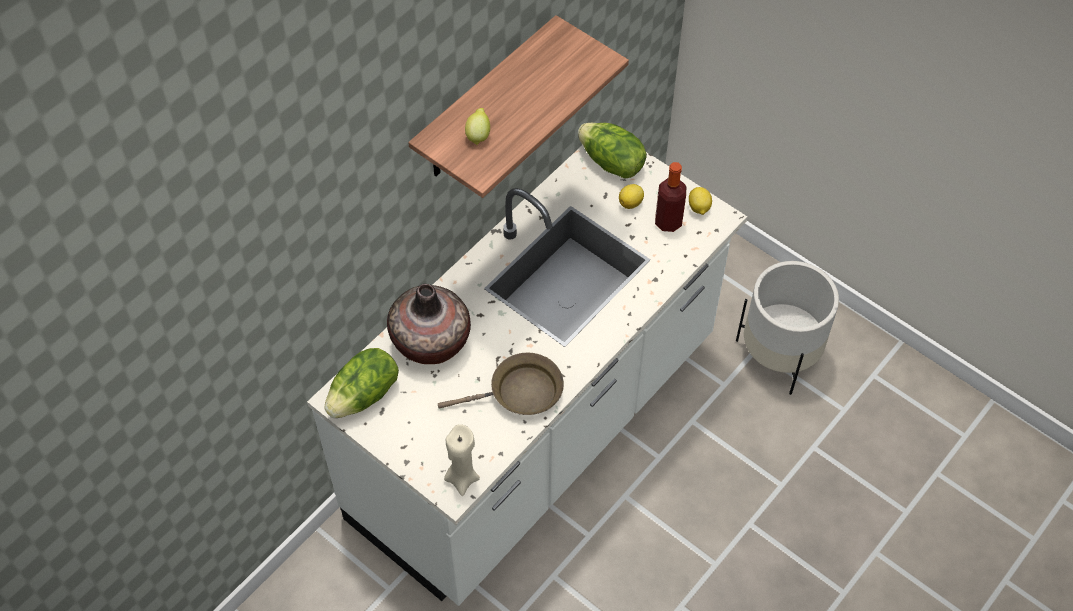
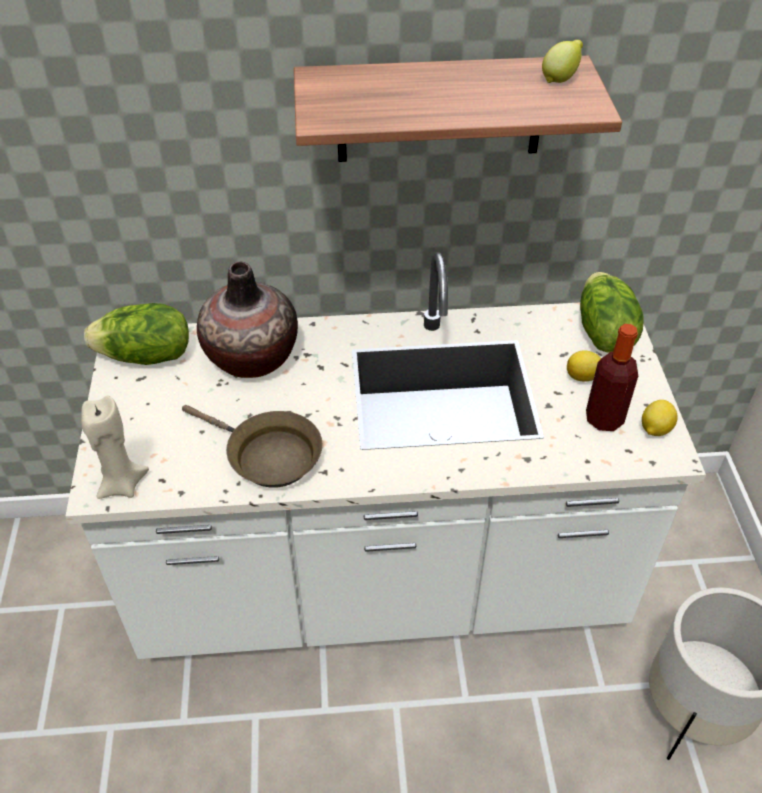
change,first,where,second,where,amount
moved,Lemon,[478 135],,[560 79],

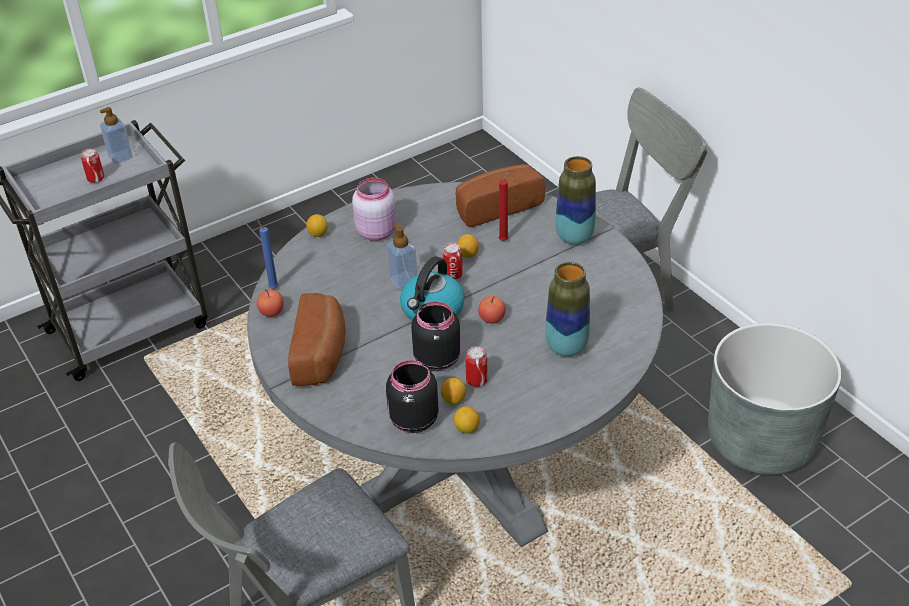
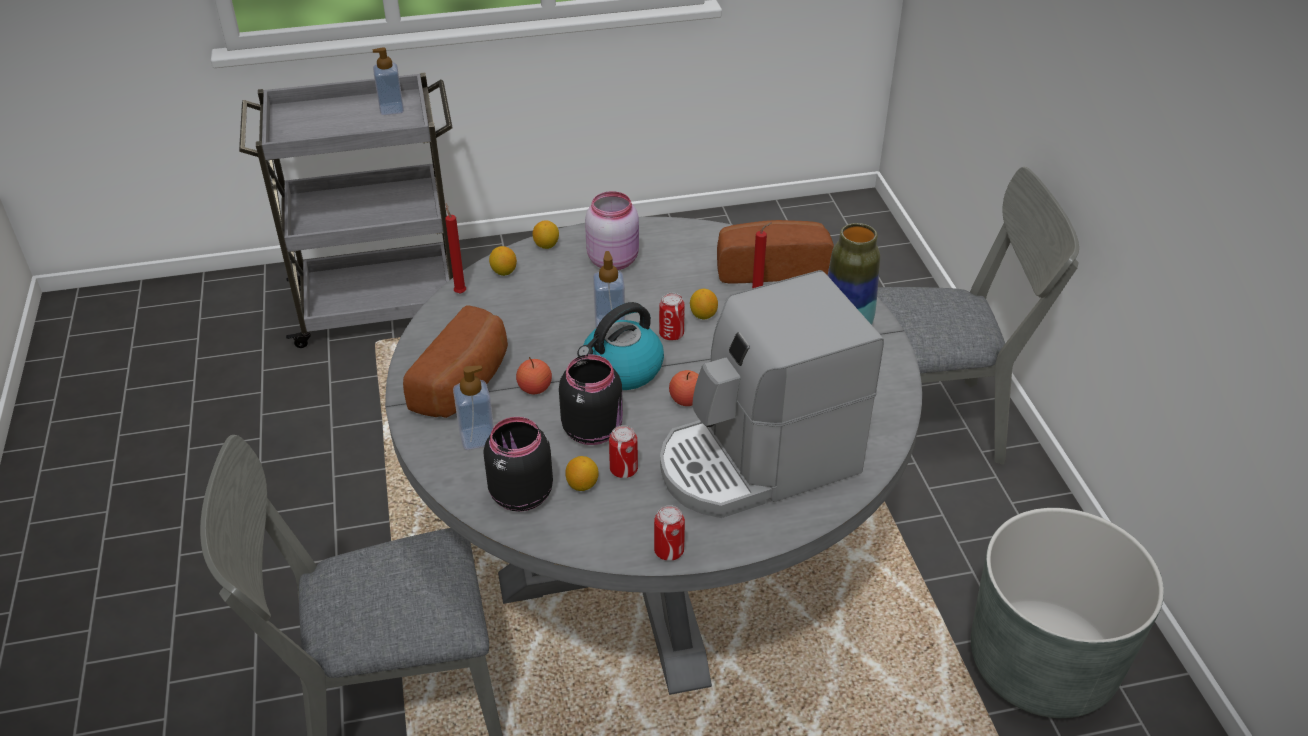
change,first,where,second,where,amount
added,,,LiquidSoapBottle,[477 437],
moved,Can,[96 179],,[669 551],
moved,AppleFruit,[271 312],,[535 388],
moved,Lemon,[466 429],,[504 272],
replaced,FlowerVase,[566 347],CoffeeMachine,[757 462],
recoloured,BlueWaxLight,[272 287],RedWaxLight,[460 292],

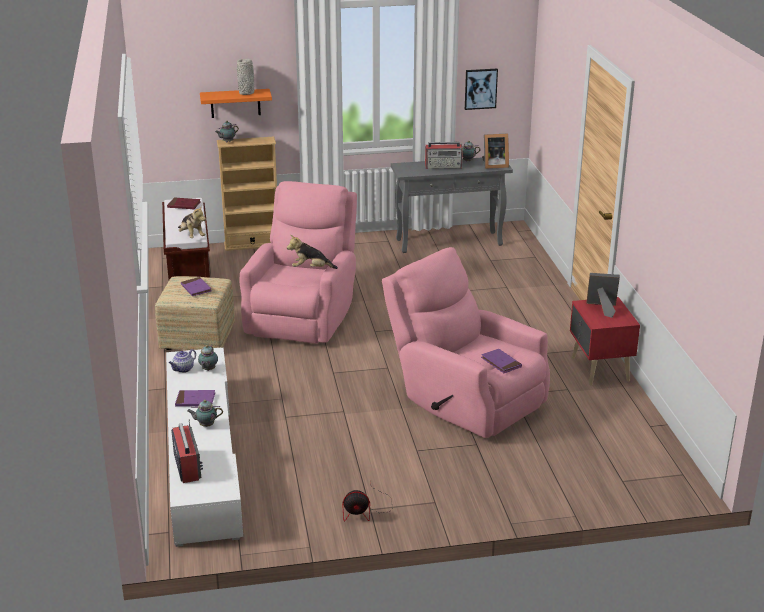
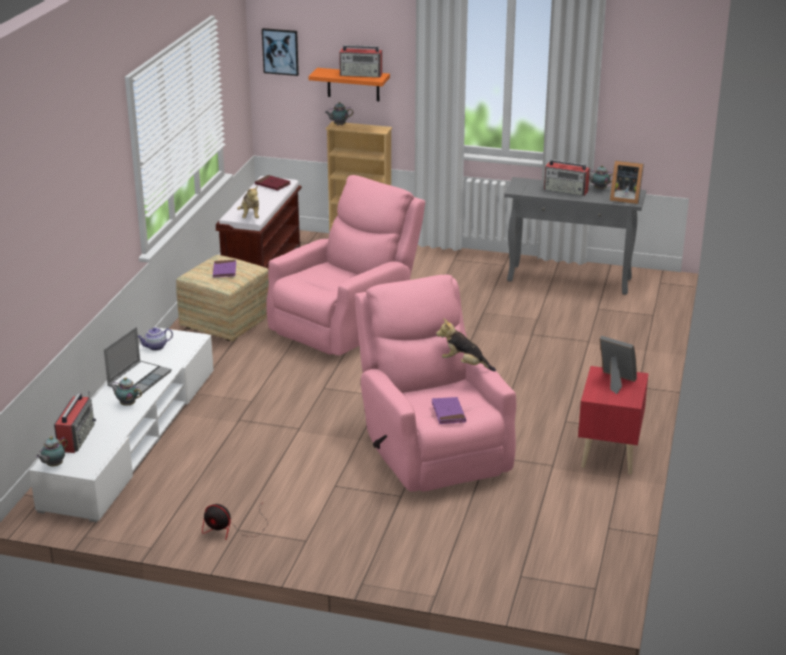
change,first,where,second,where,amount
moved,TeaPot,[208 369],,[53 465],
moved,CuddlyToy,[311 269],,[464 364],
moved,WallArt,[480 88],,[280 51],
replaced,PurplishBoundBook,[195 400],PortableComputer,[139 379],
replaced,GreyishFlowerVase,[246 93],RadioSet,[361 74],

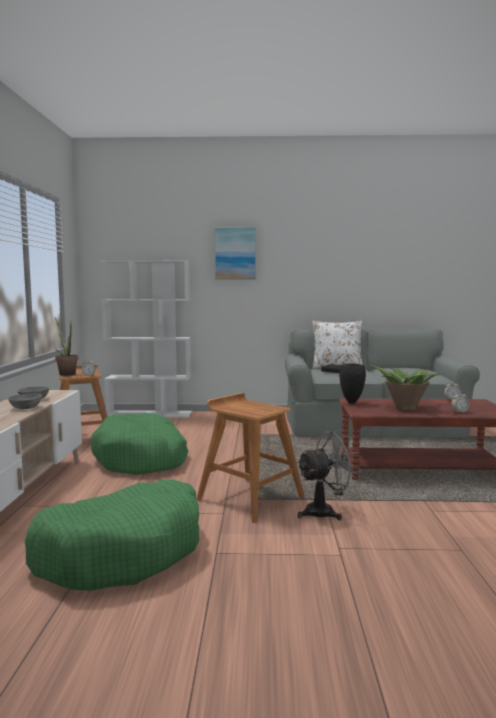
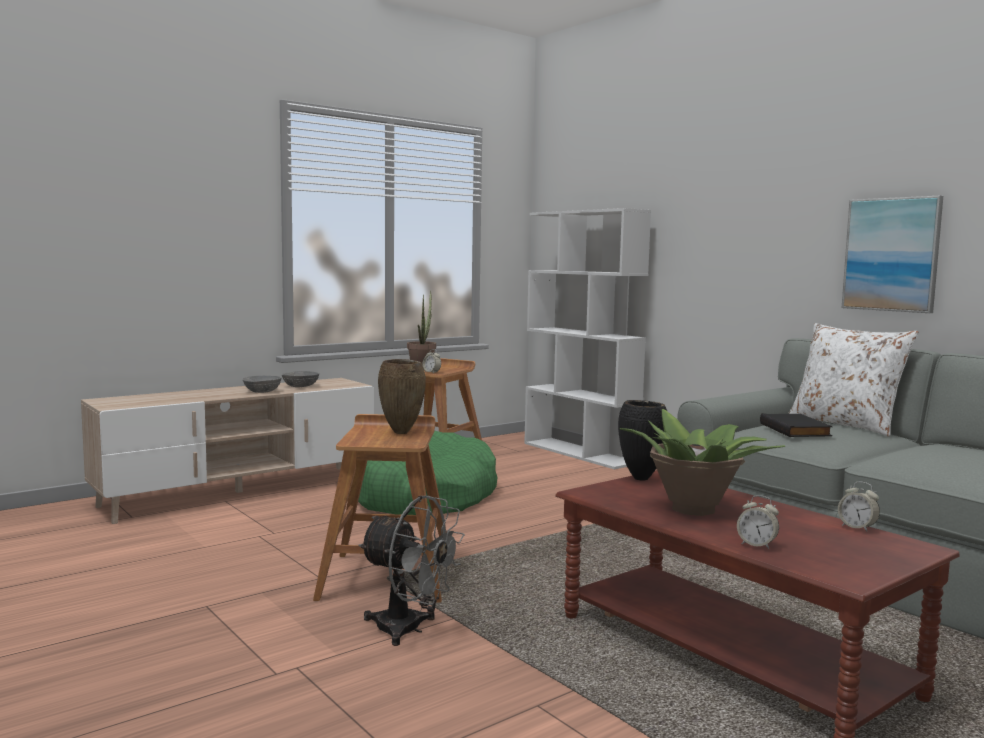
change,first,where,second,where,amount
removed,GreenishDogCushion,[122 551],,,
added,,,BrownColouredFlowerVase,[402 433],
moved,WallArt,[235 253],,[891 254],

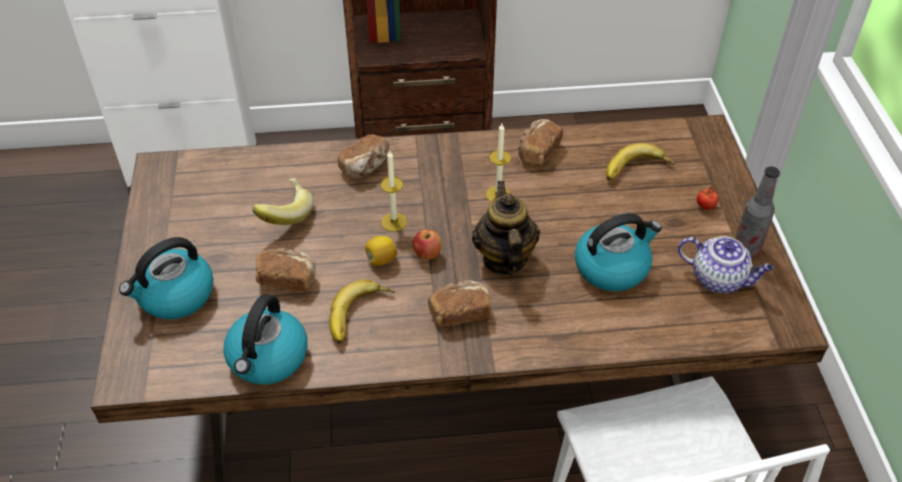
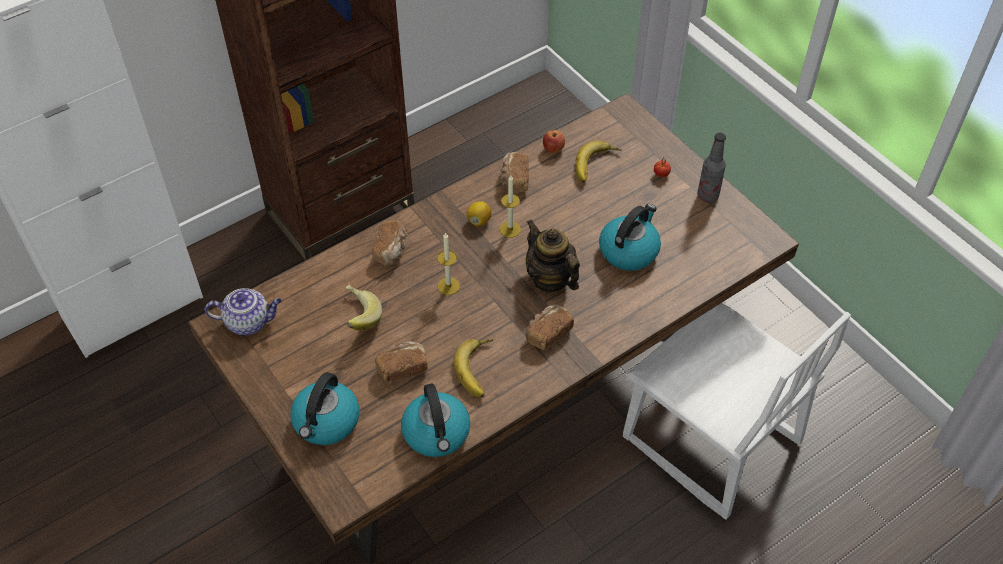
change,first,where,second,where,amount
moved,Lemon,[381 260],,[479 220],
moved,AppleFruit,[427 254],,[553 149],
moved,TeaPot,[719 279],,[249 322],

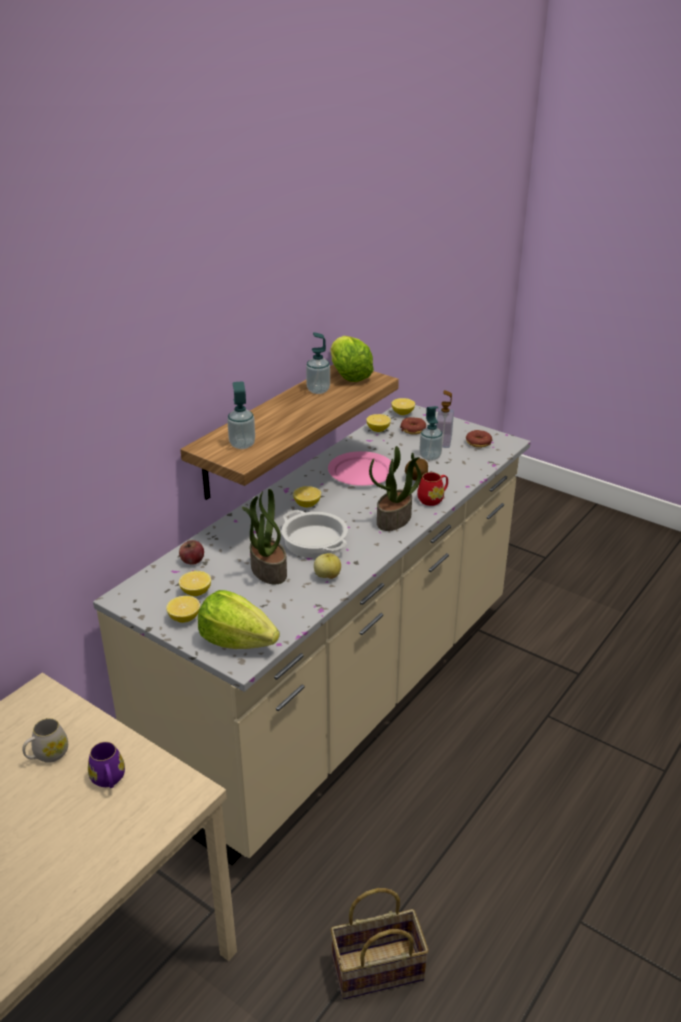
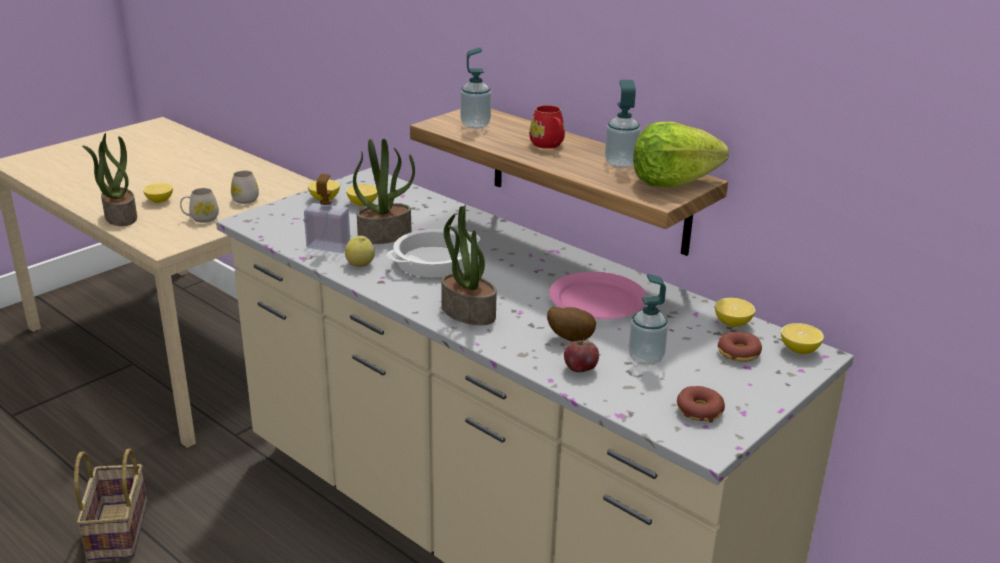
change,first,where,second,where,amount
removed,Lettuce,[237 641],,,
added,,,PottedPlant,[120 217],
moved,AppleFruit,[192 561],,[580 369],
moved,Lemon,[307 504],,[159 201],
moved,RedTeaMug,[433 499],,[549 145],
moved,LiquidSoapBottle,[443 441],,[328 246],
recoloured,PurplishTeaMug,[109 780],WhitishTeaMug,[201 219],

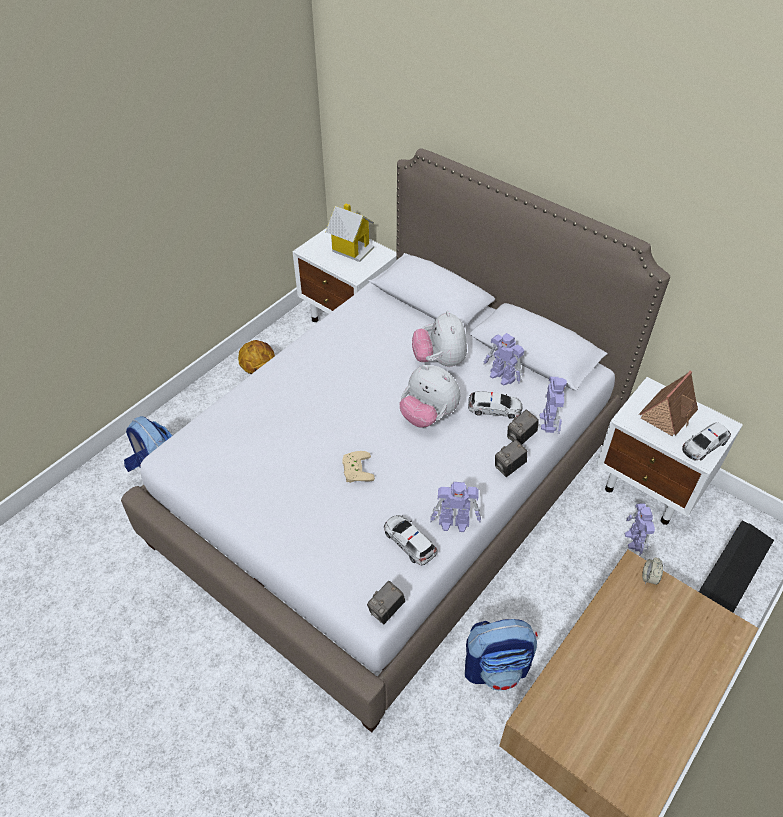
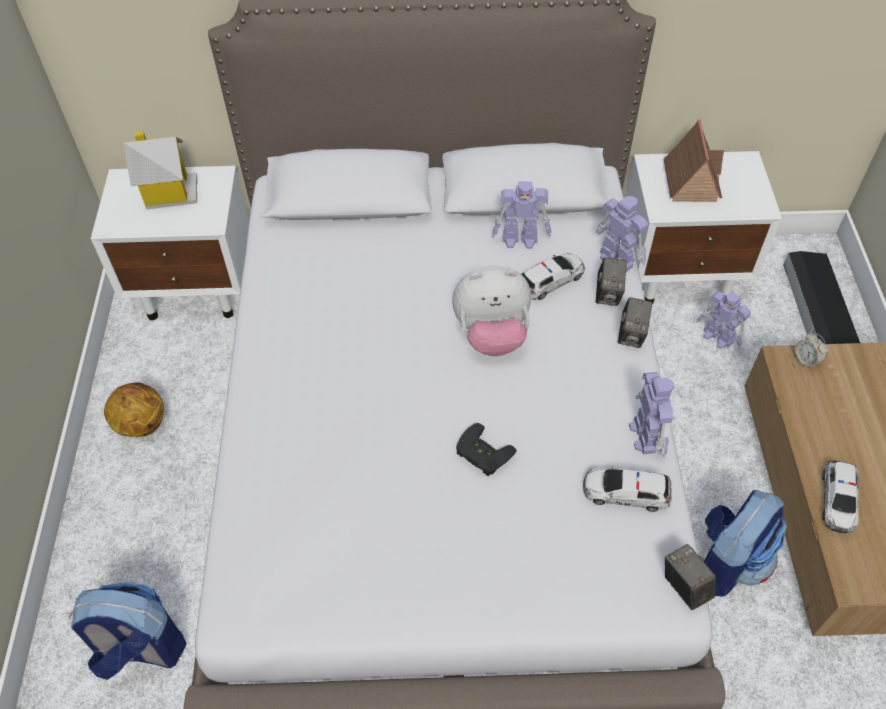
change,first,where,second,where,amount
removed,CuddlyToy,[439 360],,,
moved,MiniatureCar,[704 445],,[838 500],
recoloured,BeigeJoypad,[355 469],BlackishJoypad,[481 454],
turned,PhotoCamera,[386 610],,[684 586],150 degrees clockwise
turned,ModelRobot,[455 523],,[645 434],60 degrees counterclockwise

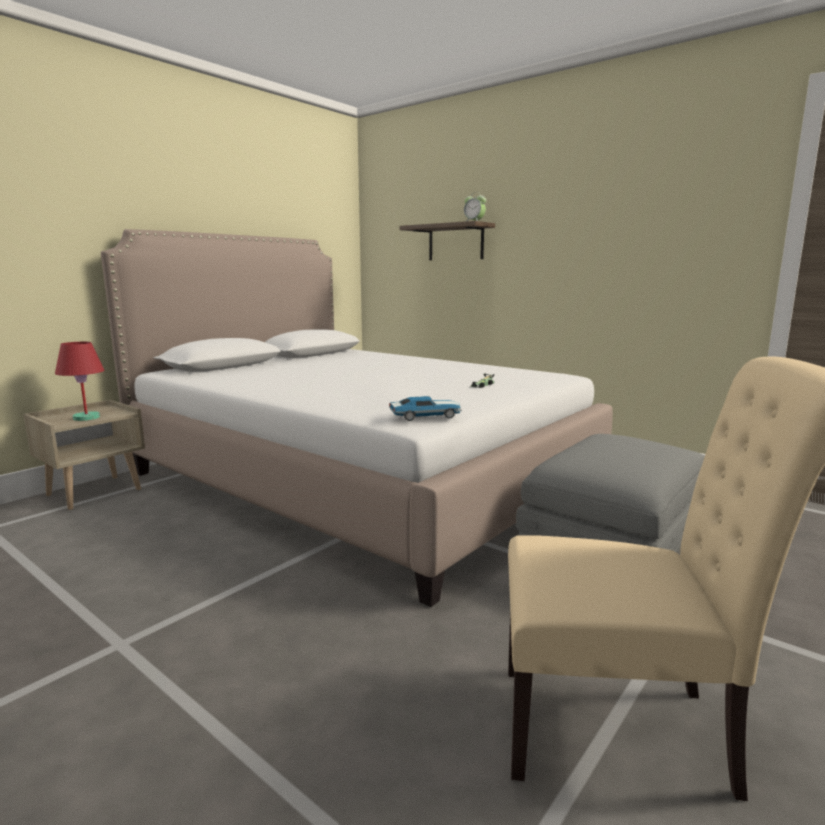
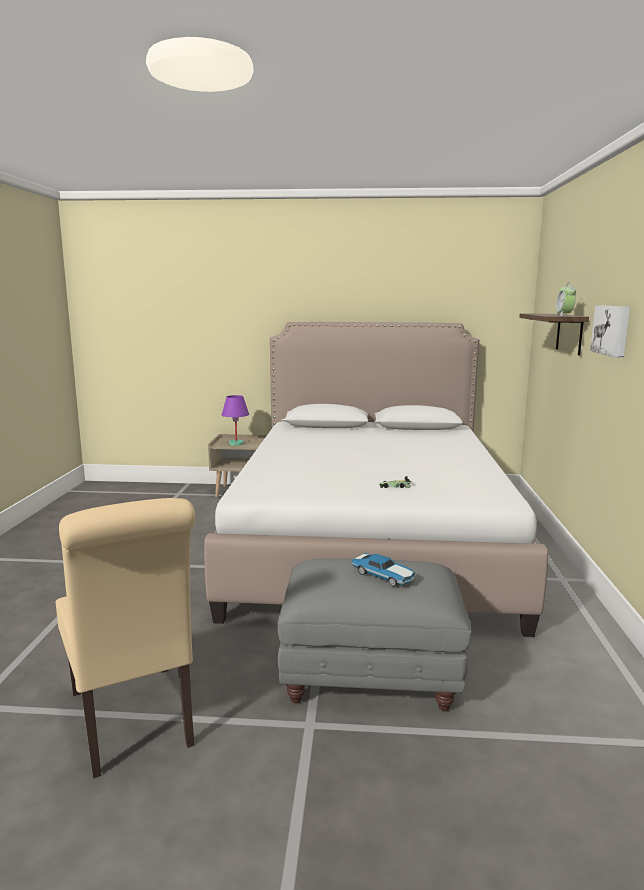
change,first,where,second,where,amount
added,,,WallArt,[612 330],
moved,MiniatureCar,[426 416],,[384 576],
recoloured,RedTableLamp,[86 418],PurplishTableLamp,[236 444],

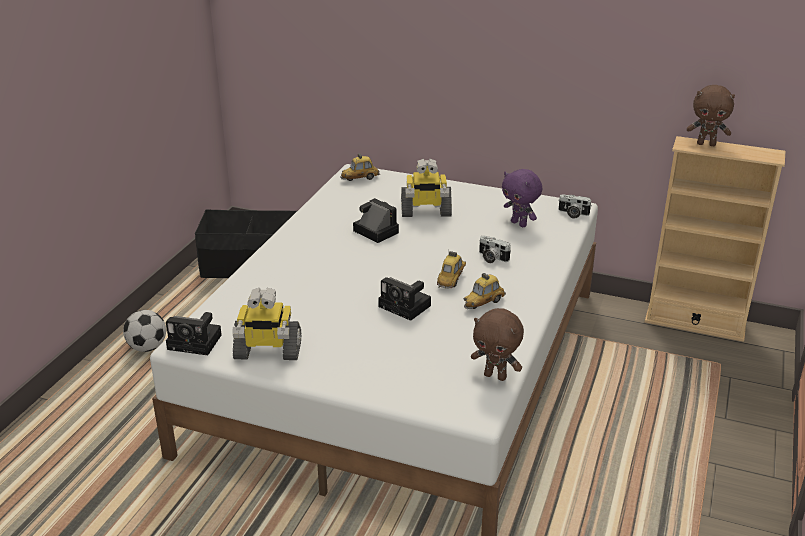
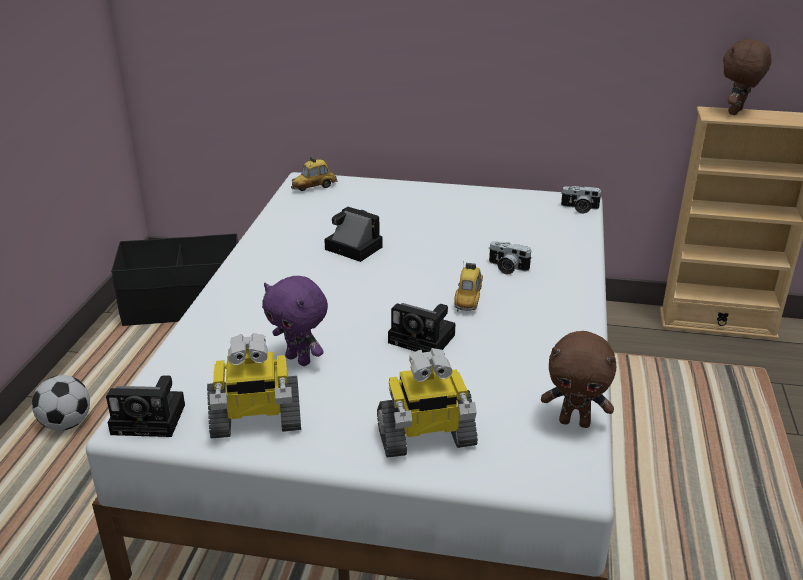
change,first,where,second,where,amount
removed,MiniatureCar,[483 303],,,
moved,ModelRobot,[425 211],,[426 438],
moved,PurplishCuddlyToy,[519 224],,[299 359],
turned,BrownColouredCuddlyToy,[706 144],,[736 112],120 degrees clockwise

